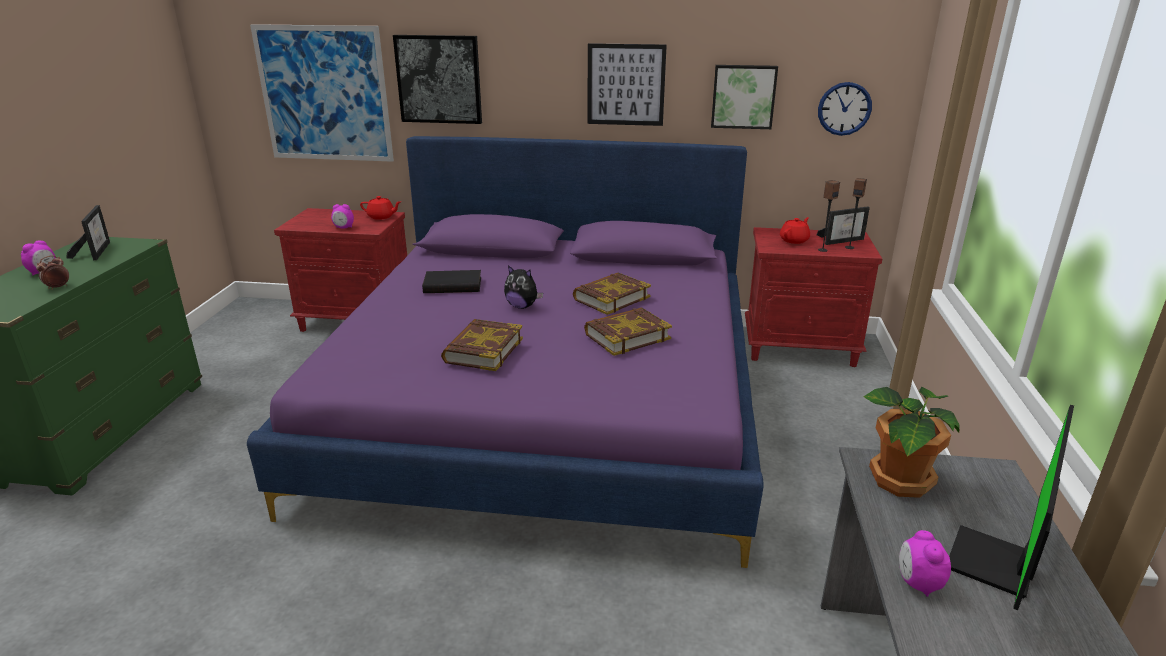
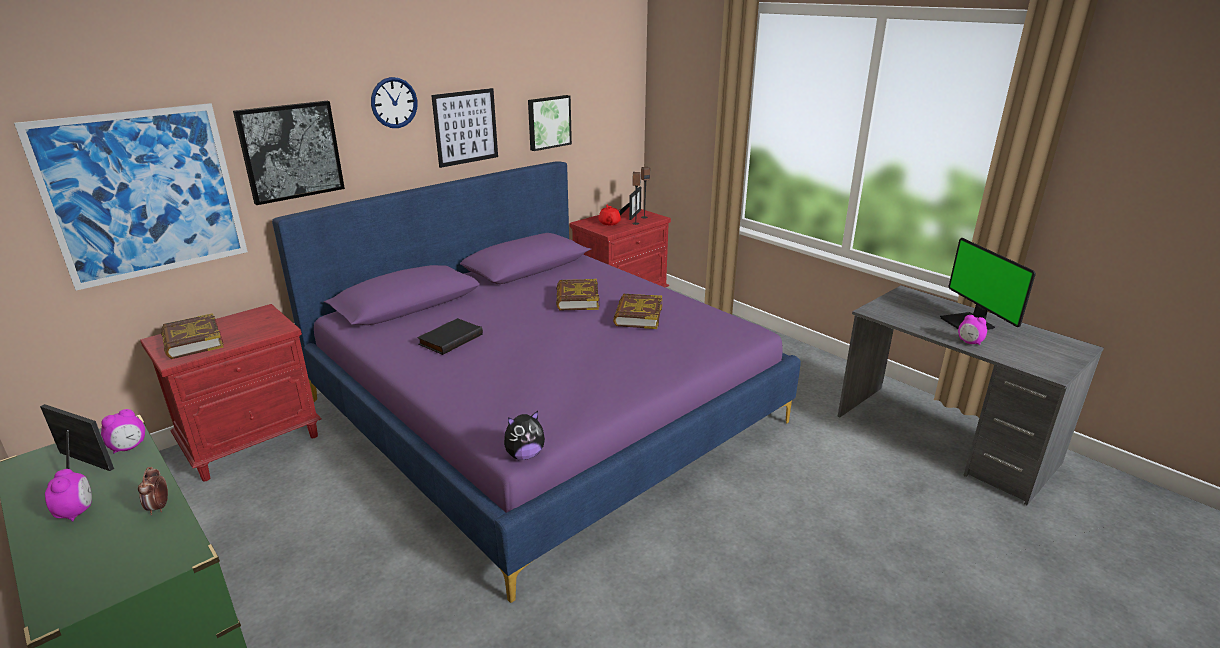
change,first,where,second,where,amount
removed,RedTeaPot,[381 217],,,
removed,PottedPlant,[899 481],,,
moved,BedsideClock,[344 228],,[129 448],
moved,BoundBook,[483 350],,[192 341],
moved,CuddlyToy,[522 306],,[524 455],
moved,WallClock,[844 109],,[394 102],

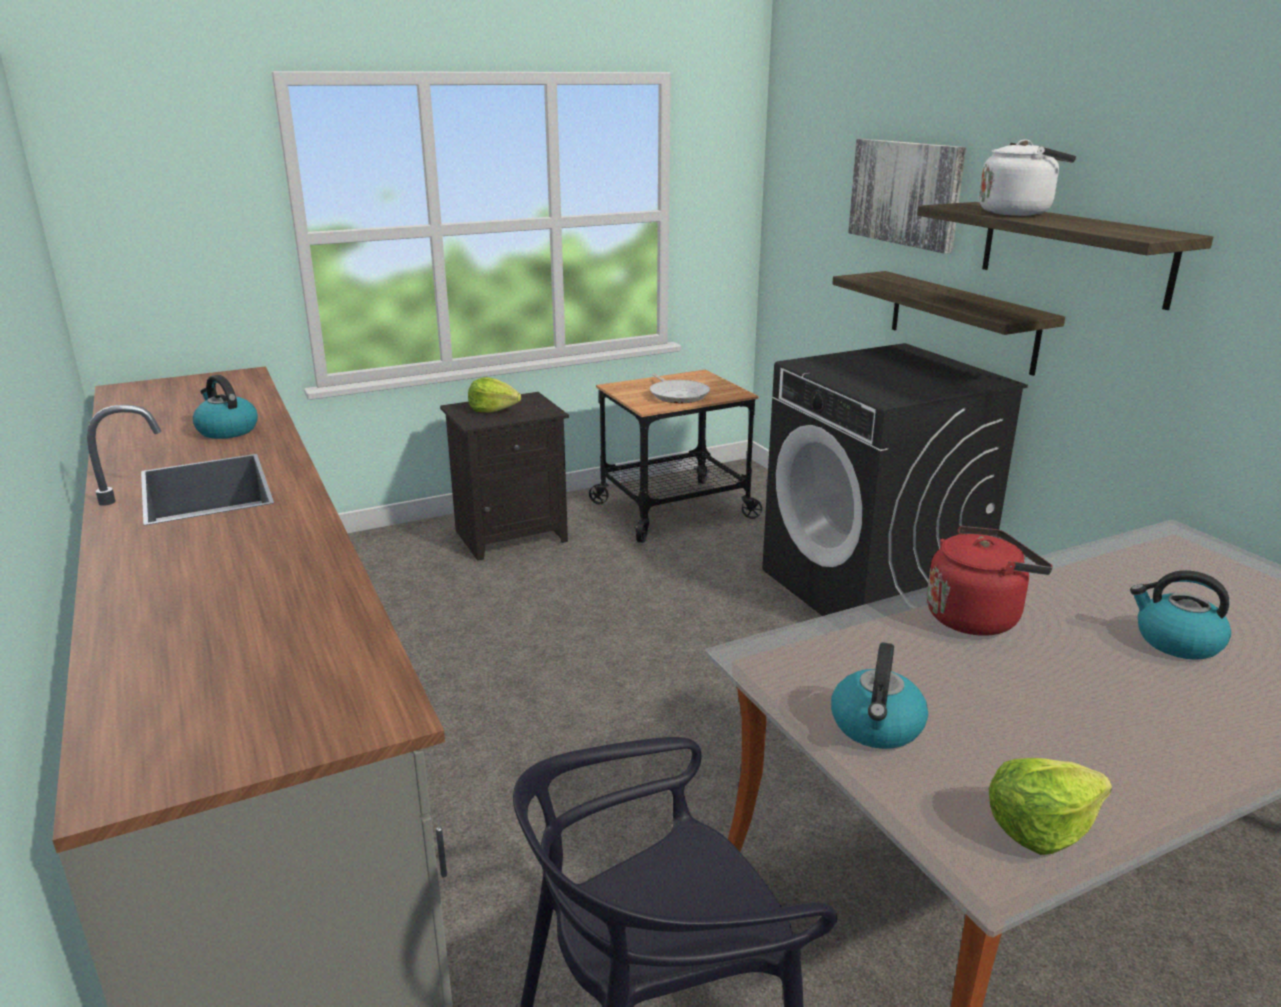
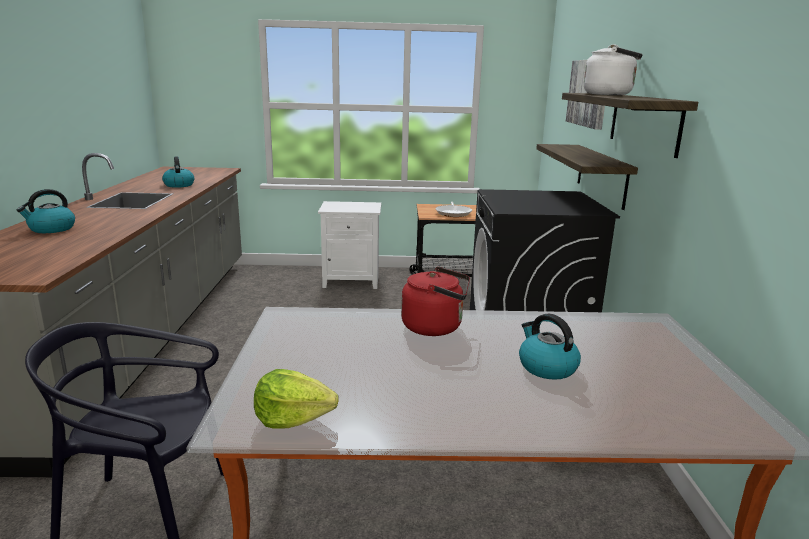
change,first,where,second,where,amount
removed,Lettuce,[493 410],,,
moved,WaterKettle,[877 727],,[51 229],
recoloured,BlackishNightTable,[512 535],WhitishNightTable,[352 280],

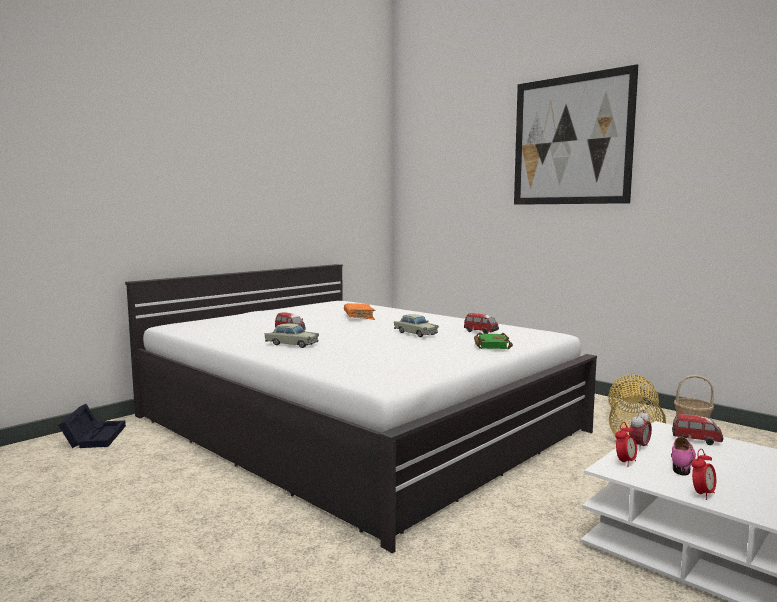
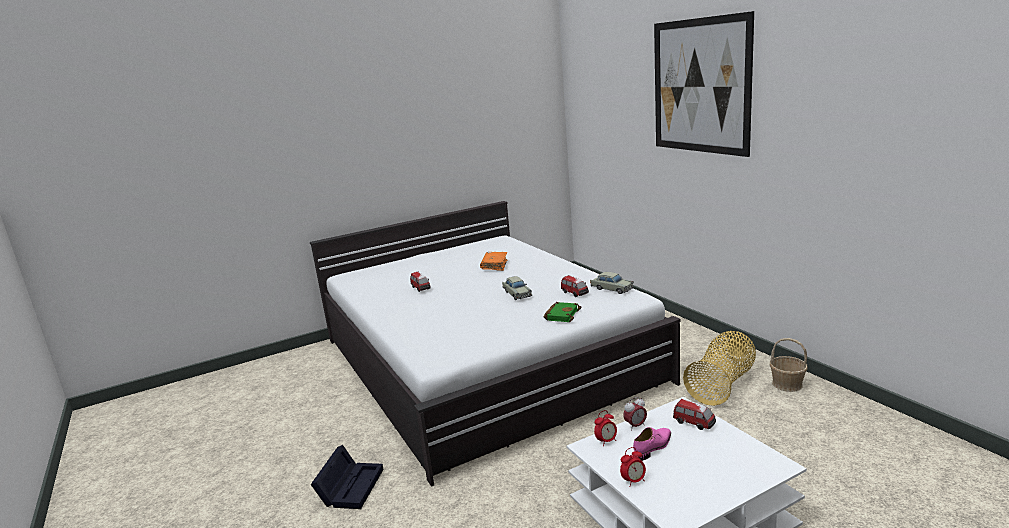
change,first,where,second,where,amount
moved,BlackishStorageBox,[94 436],,[351 486],
moved,BeigeMiniatureCar,[292 344],,[611 289],

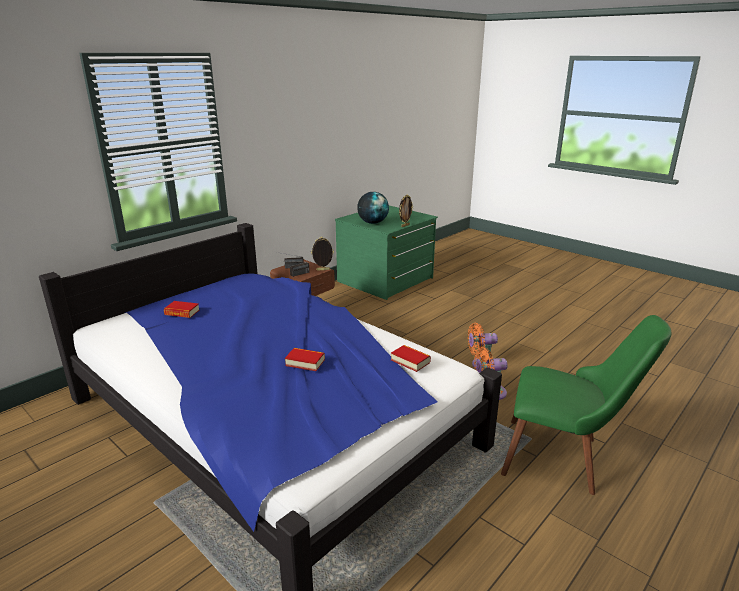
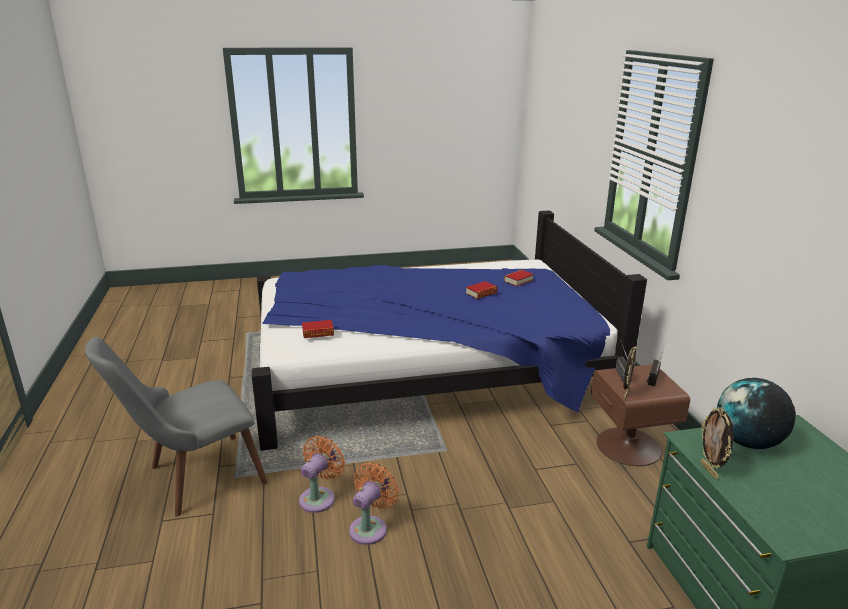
change,first,where,second,where,amount
moved,BoundBook,[305 362],,[481 293],
recoloured,GreenishPlainChair,[565 458],GreyishPlainChair,[192 480],

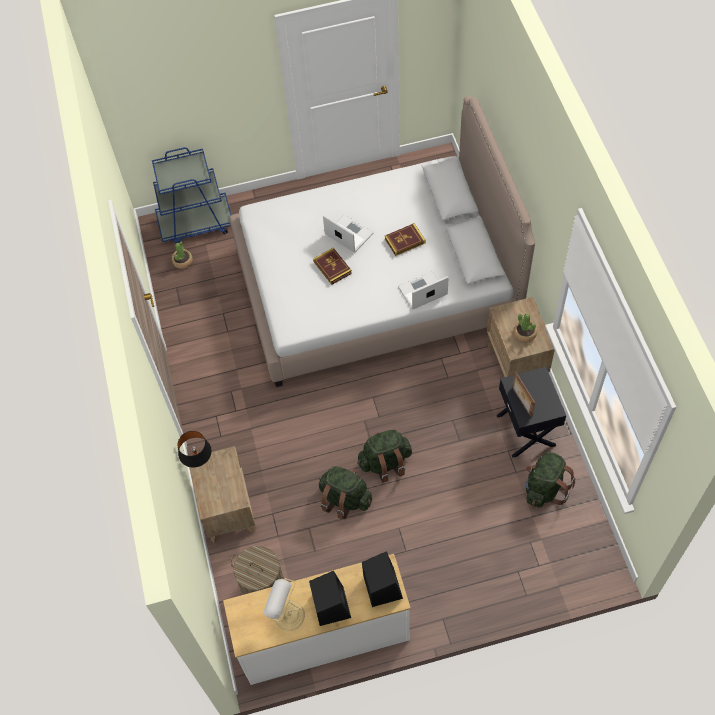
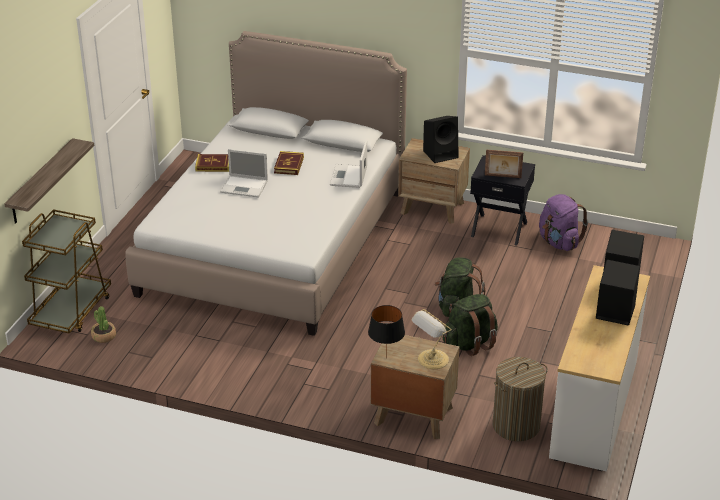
change,first,where,second,where,amount
added,,,BracketShelf,[41 182],
moved,TableLamp,[287 615],,[432 360],
moved,BoundBook,[332 267],,[213 165],
replaced,PottedPlant,[525 333],BlackishAudioSpeaker,[441 154],
recoloured,BlueCart,[196 223],BrownColouredCart,[71 311],
recoloured,GreenishRucksack,[544 488],PurplishRucksack,[559 242],
turned,PortableComputer,[348 233],,[245 186],150 degrees counterclockwise

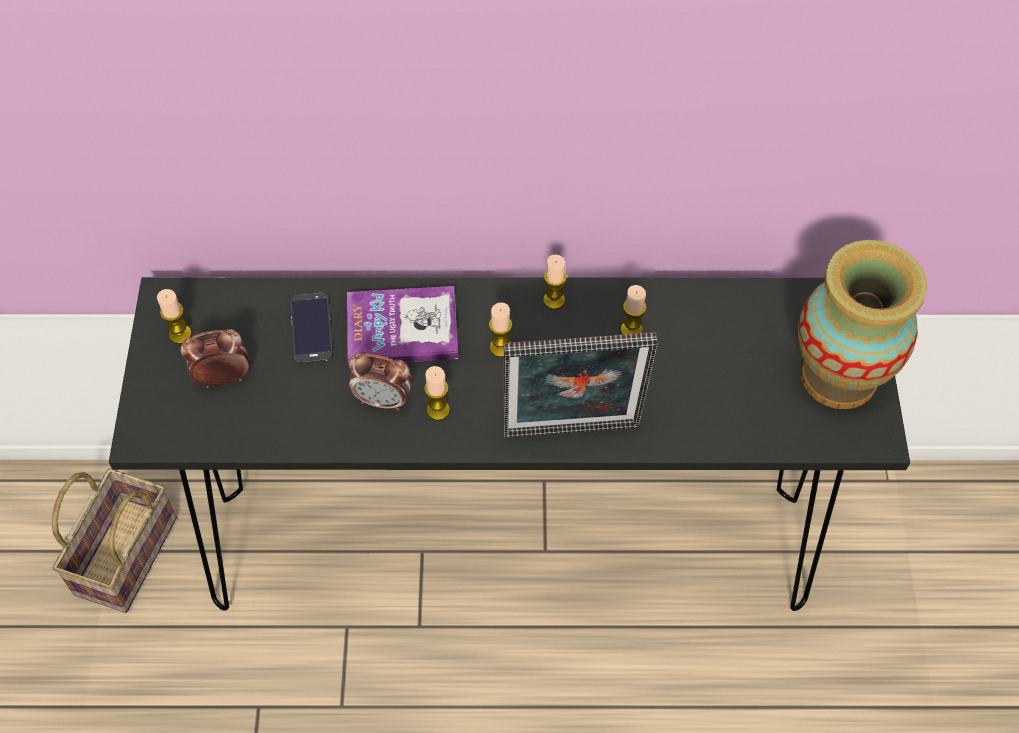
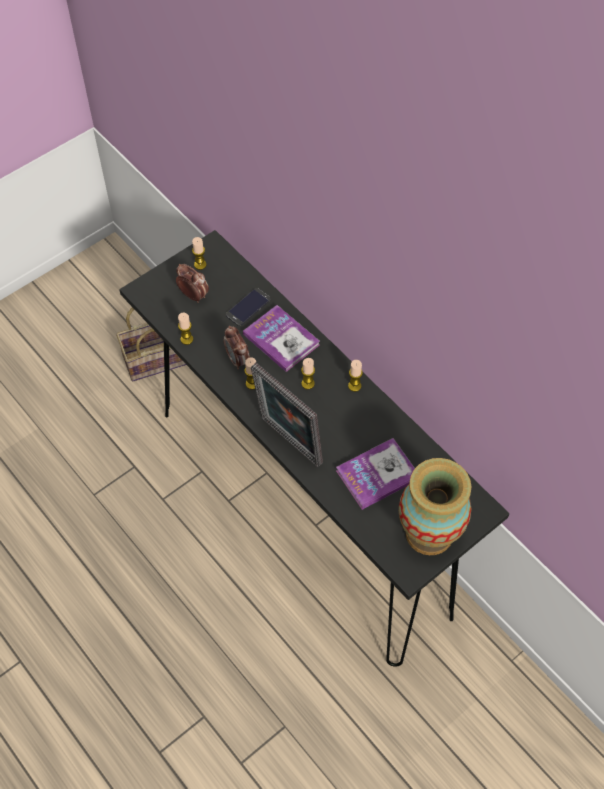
change,first,where,second,where,amount
added,,,BoundBook,[377 474],
moved,WaxLight,[631 330],,[186 339],

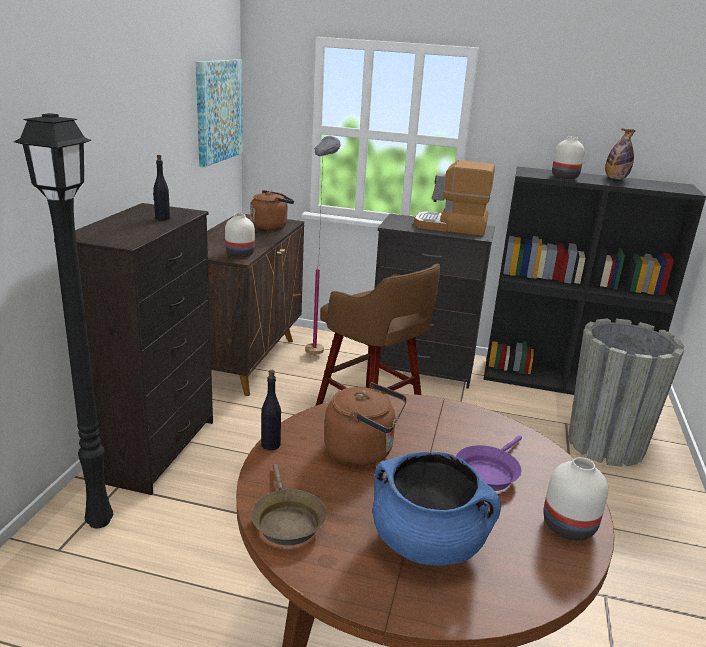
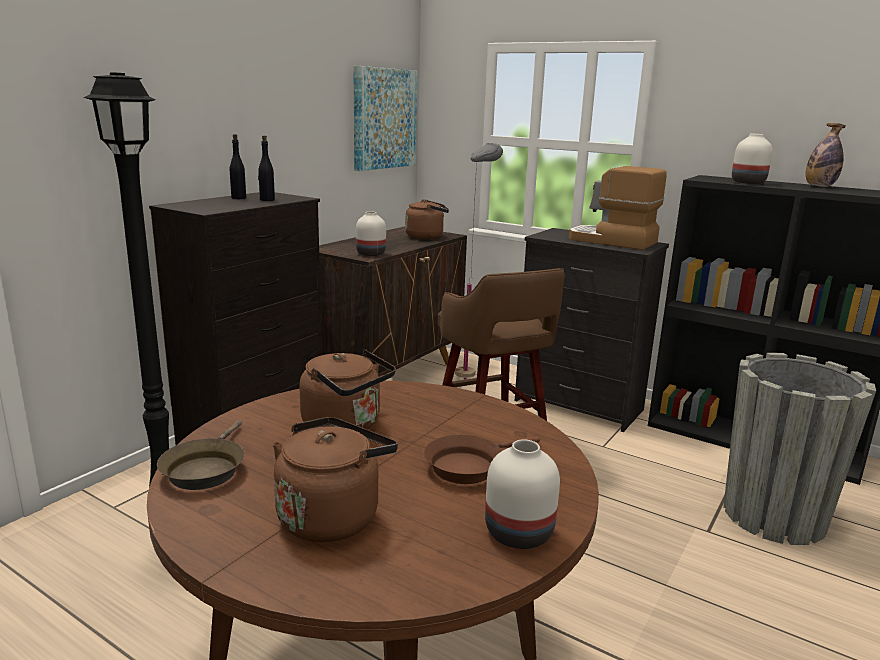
change,first,where,second,where,amount
moved,BlackishBottle,[270 444],,[239 198],
replaced,BlueSaucepot,[428 543],BrownColouredWaterKettle,[332 516],
recoloured,PurplishFryingPan,[488 472],BrownColouredFryingPan,[469 466],

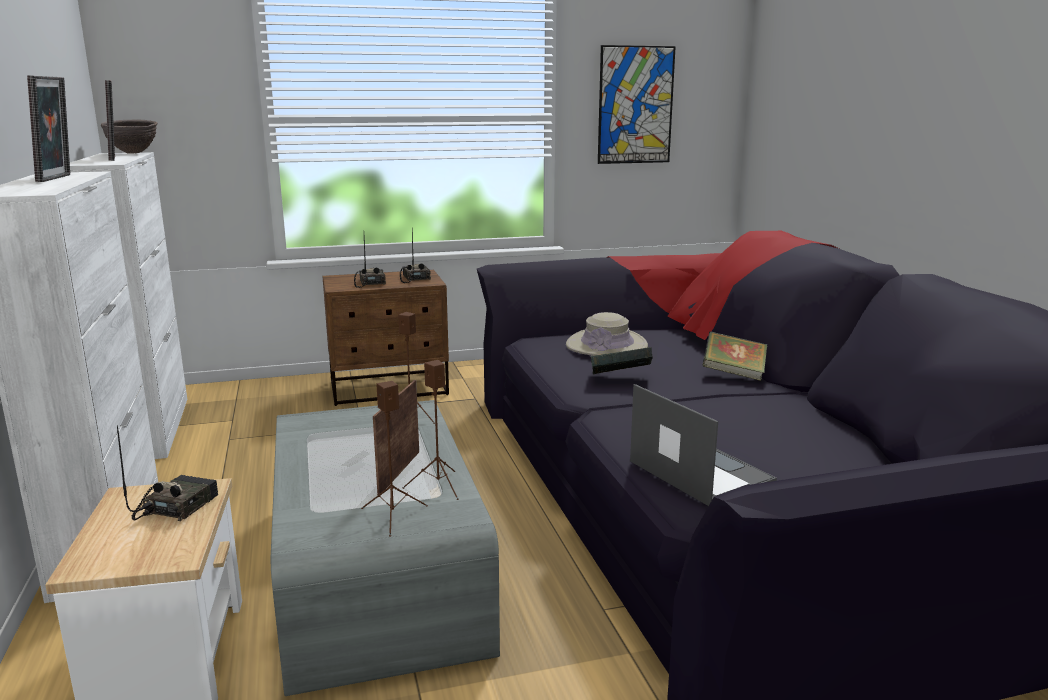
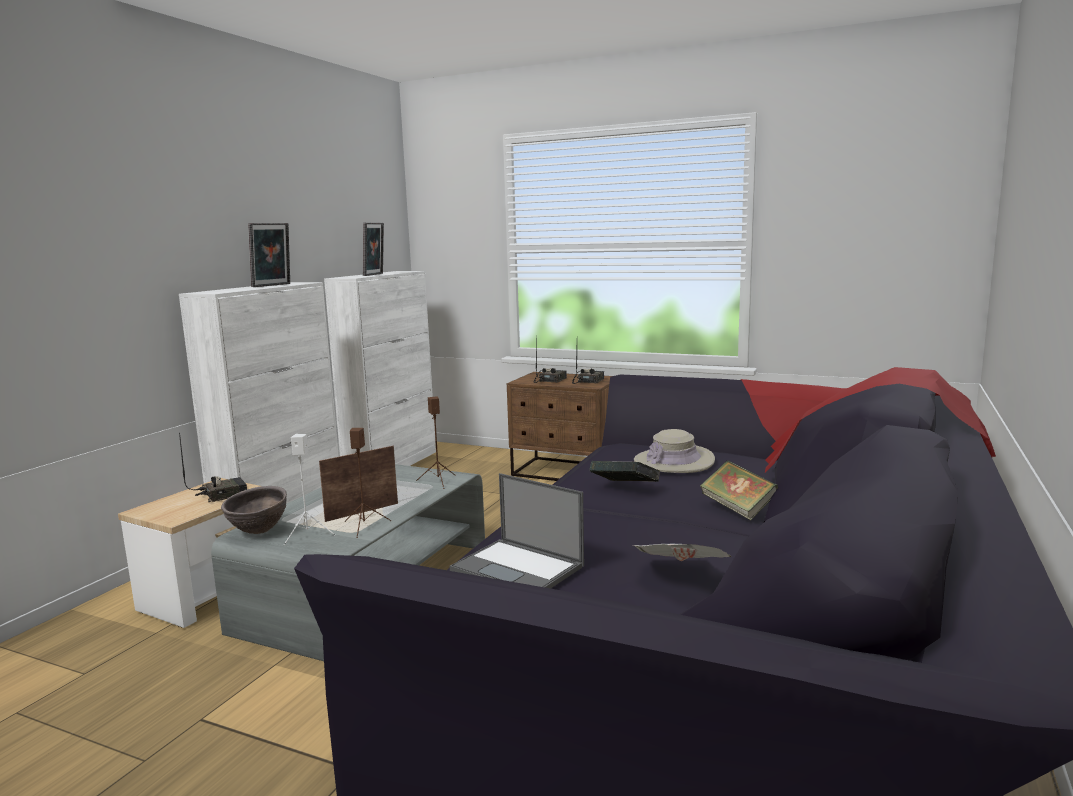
change,first,where,second,where,amount
removed,WallArt,[635 105],,,
added,,,DailyPaper,[681 576],
moved,BrownColouredBowl,[133 153],,[258 532],
recoloured,BrownColouredAudioSpeaker,[393 516],WhitishAudioSpeaker,[307 535],
turned,PortableComputer,[698 471],,[519 568],120 degrees clockwise

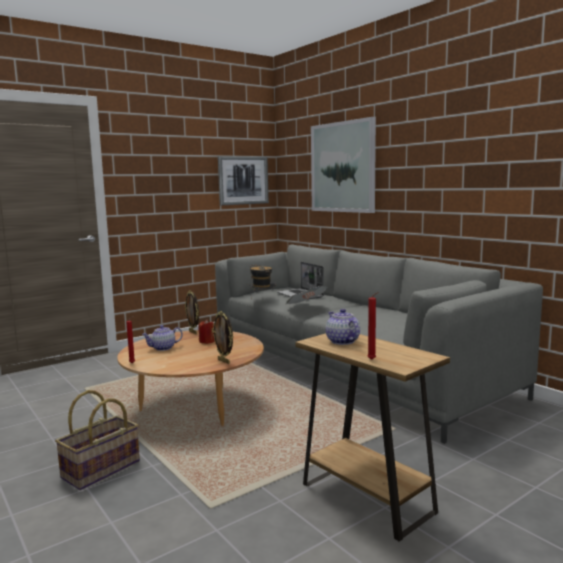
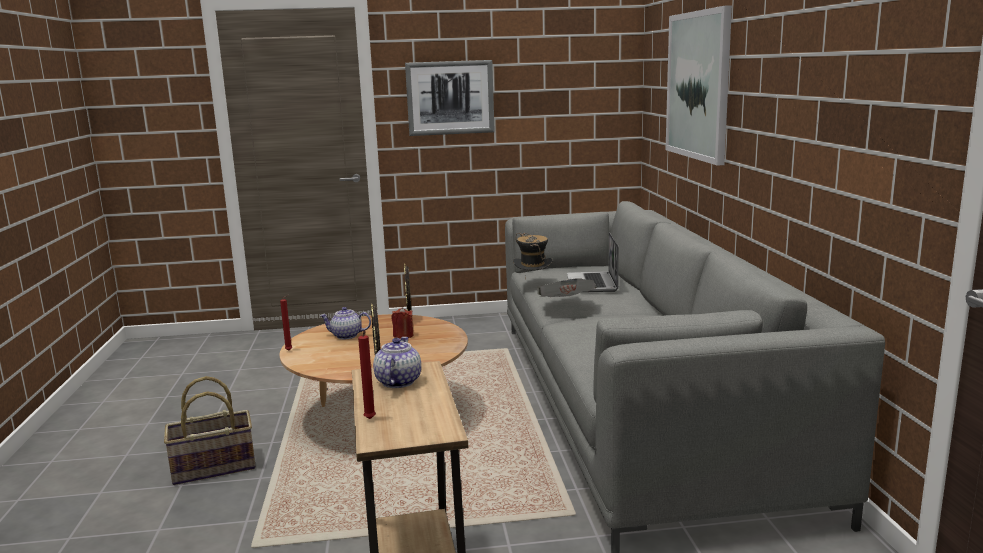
change,first,where,second,where,amount
moved,WallArt,[243 180],,[450 98],

